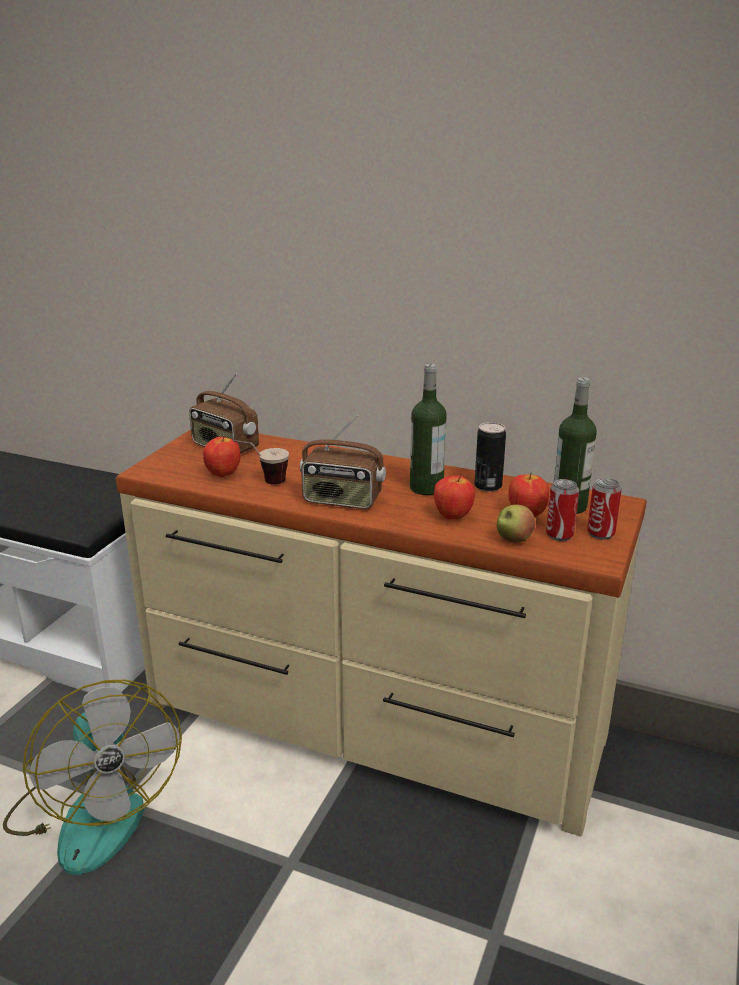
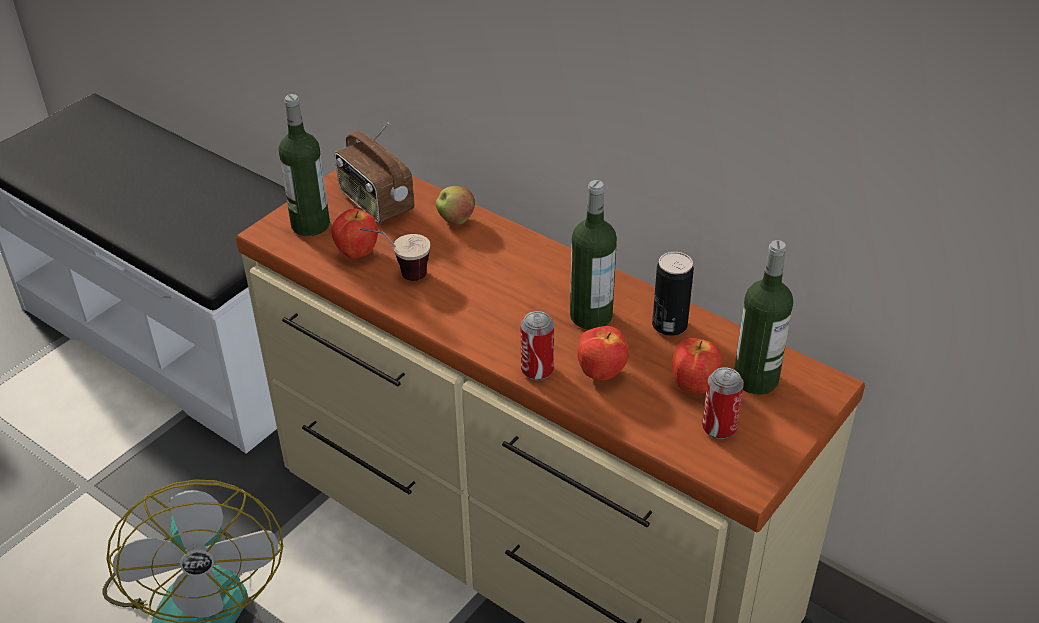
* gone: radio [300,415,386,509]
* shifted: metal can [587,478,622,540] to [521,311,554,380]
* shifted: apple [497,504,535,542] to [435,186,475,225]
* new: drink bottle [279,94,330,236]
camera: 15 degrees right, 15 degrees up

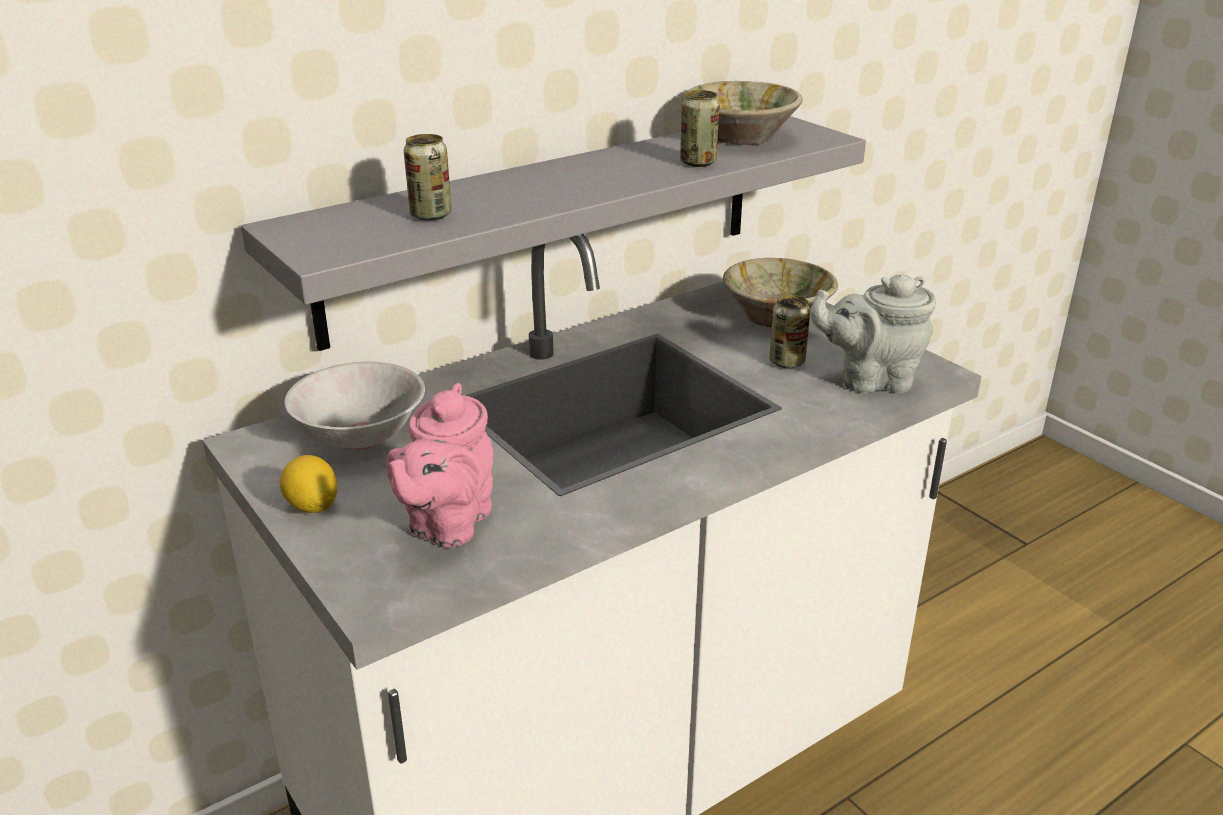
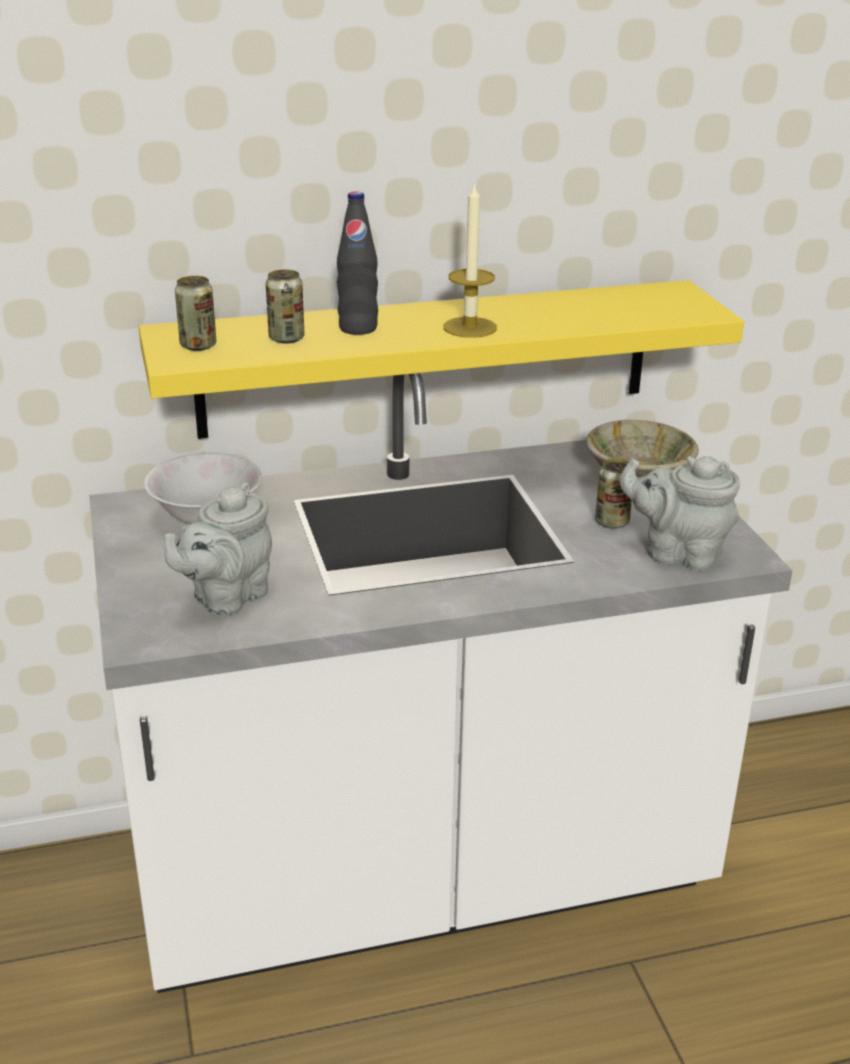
* gone: sand-coloured deep dish [684,81,803,145]
* shifted: metal can [680,90,720,167] to [175,276,216,351]
* repainted: grey bracket shelf [241,116,866,351] to yellow-coloured bracket shelf [139,280,744,439]
* repainted: pink pot for tea [386,383,494,548] to grey pot for tea [164,482,272,616]
* gone: citrus fruit [280,455,337,513]
* new: wax candle [443,181,497,338]
* new: blackish drink bottle [337,191,378,335]
camera: 20 degrees right, 0 degrees up

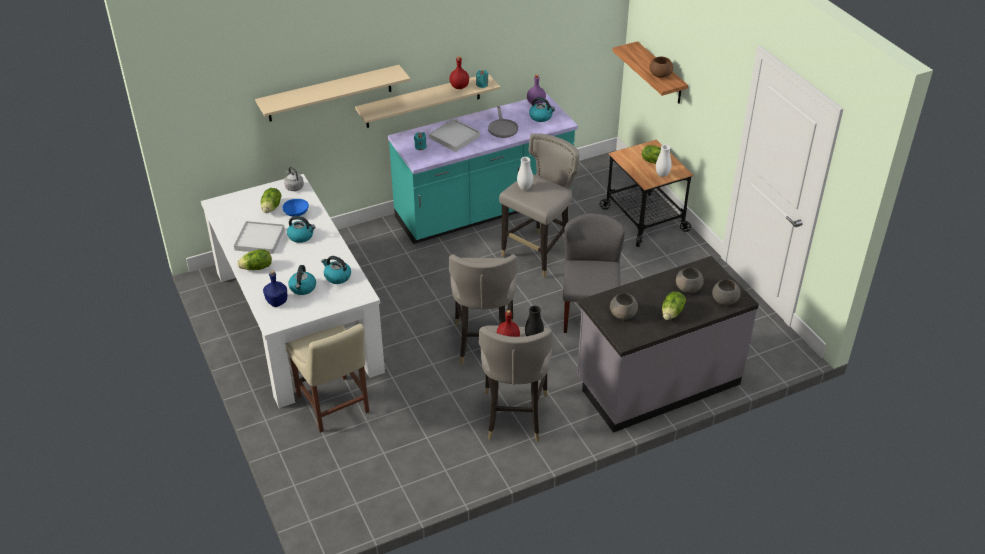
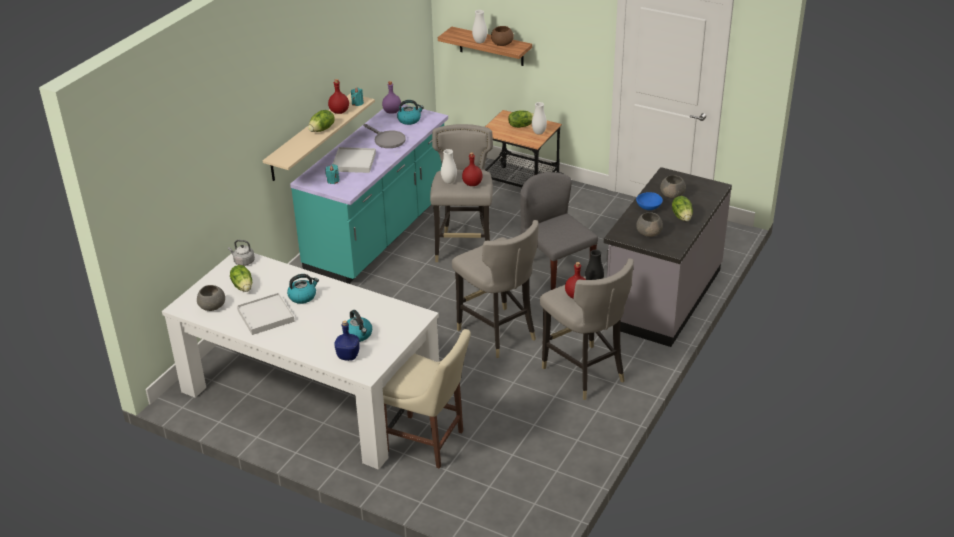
* gone: sand-coloured bracket shelf [255,65,411,122]
* shifted: blue deep dish [282,199,309,217] to [636,192,663,210]
* shifted: lettuce head [237,249,272,270] to [308,110,335,132]
* gone: tea kettle [321,256,351,284]
* shifted: grey deep dish [712,279,741,305] to [197,285,225,311]
* new: white decorative vase [472,10,487,43]
* new: reddish drink bottle [462,152,483,186]
camera: 35 degrees left, 5 degrees down

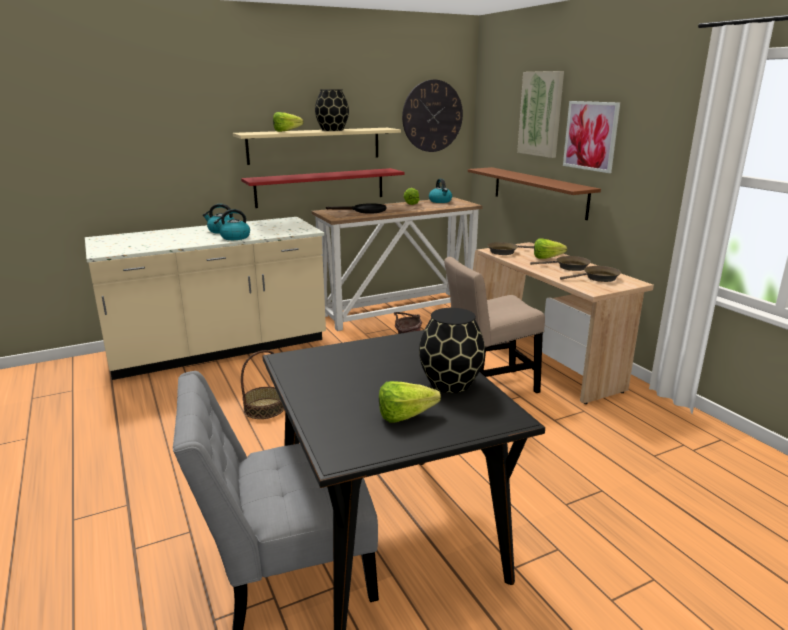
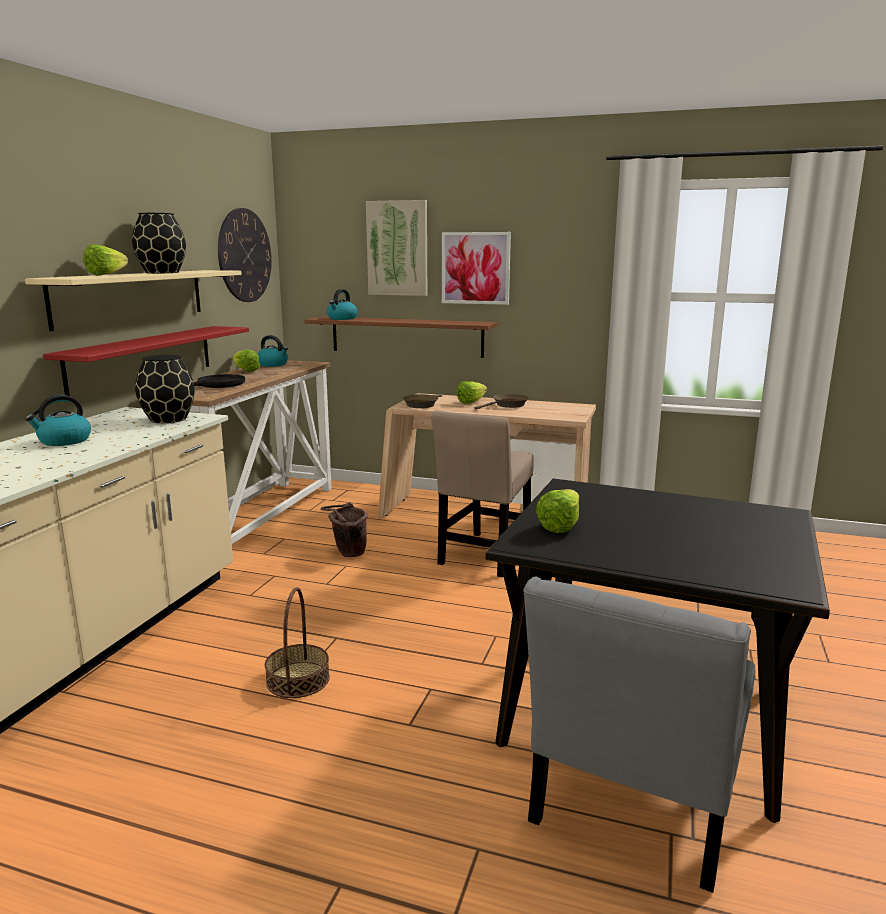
* shifted: tea kettle [214,209,250,240] to [327,289,358,320]
* gone: brown pan [560,266,621,282]
* shifted: blackish decorative vase [419,308,485,393] to [135,355,195,423]
* shifted: lettuce head [379,381,441,423] to [536,489,579,533]
camera: 45 degrees left, 5 degrees down

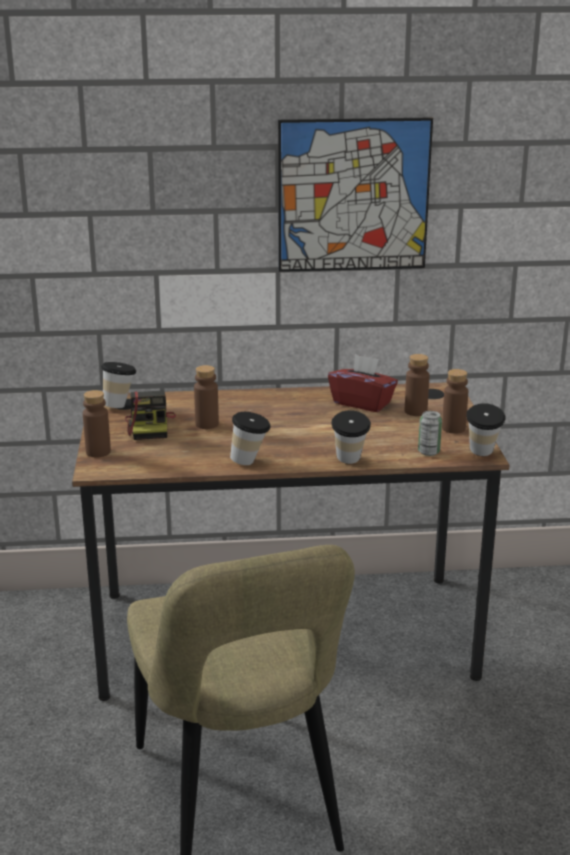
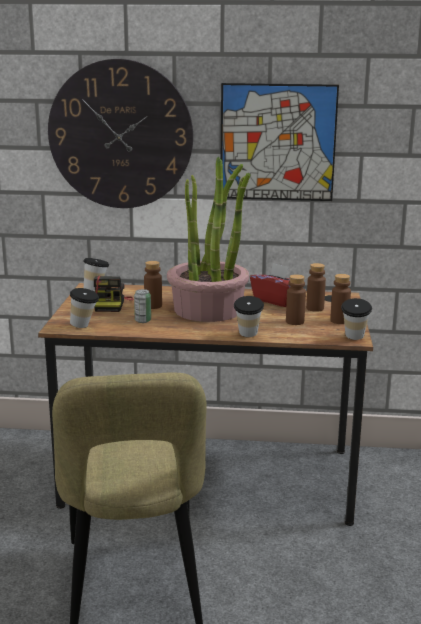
* shifted: brown drink bottle [83,390,111,457] to [286,274,306,325]
* shifted: metal can [418,411,442,456] to [134,289,151,323]
* shifted: drinking cup [230,412,271,465] to [70,288,99,328]
* new: wall clock [48,59,193,208]
* new: houseplant [167,157,250,322]
camera: 10 degrees right, 5 degrees down

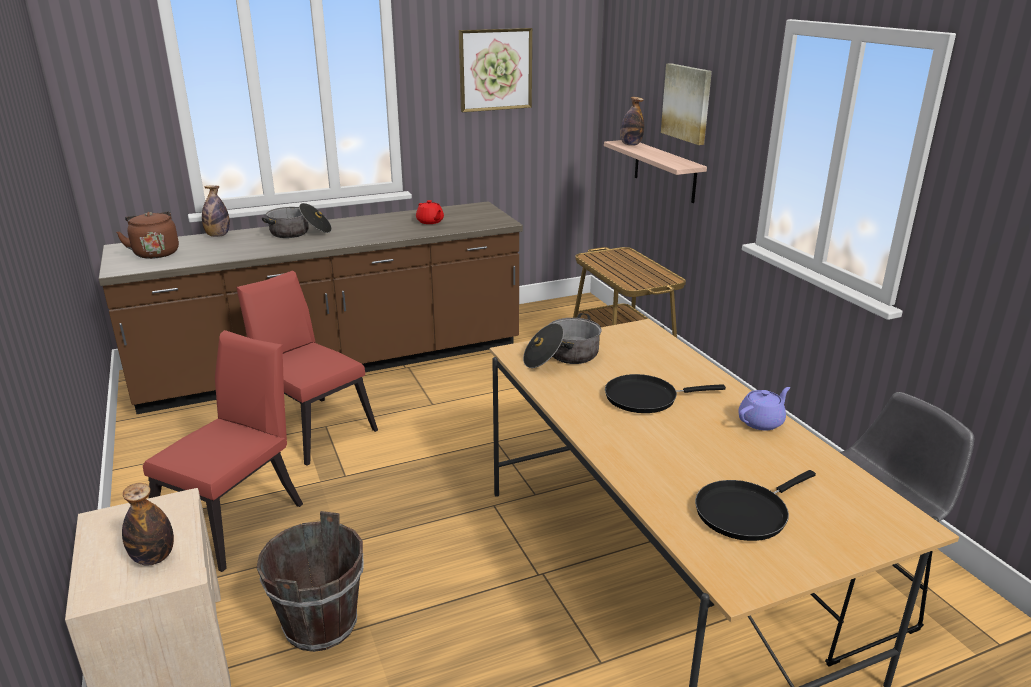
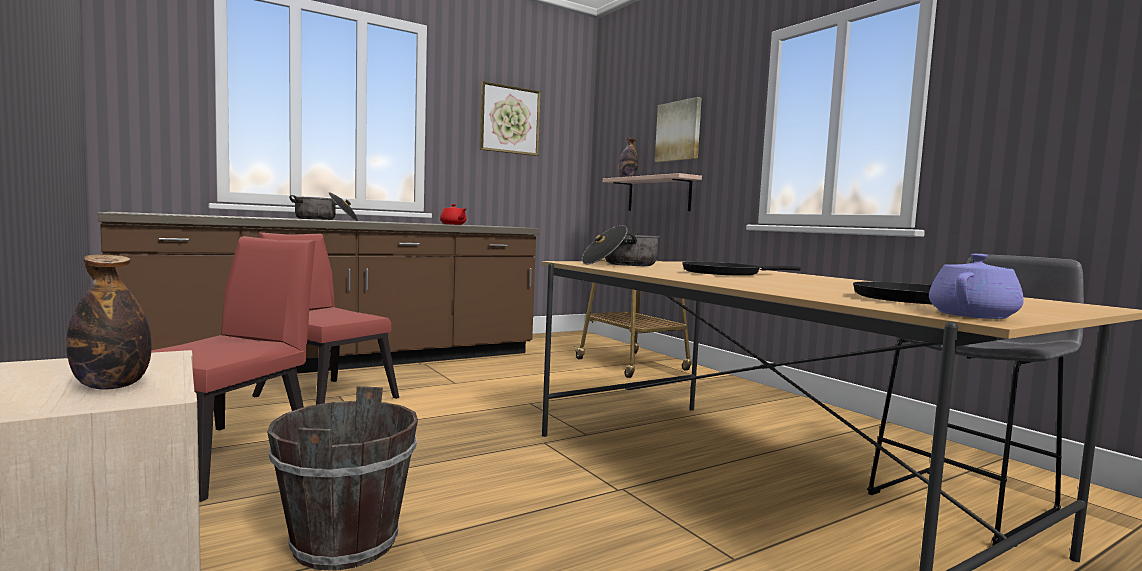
* gone: drink bottle [202,186,230,237]
* gone: brown tea kettle [116,211,179,259]
* shifted: purple pot for tea [738,387,790,430] to [929,254,1024,319]
camera: 10 degrees left, 20 degrees down

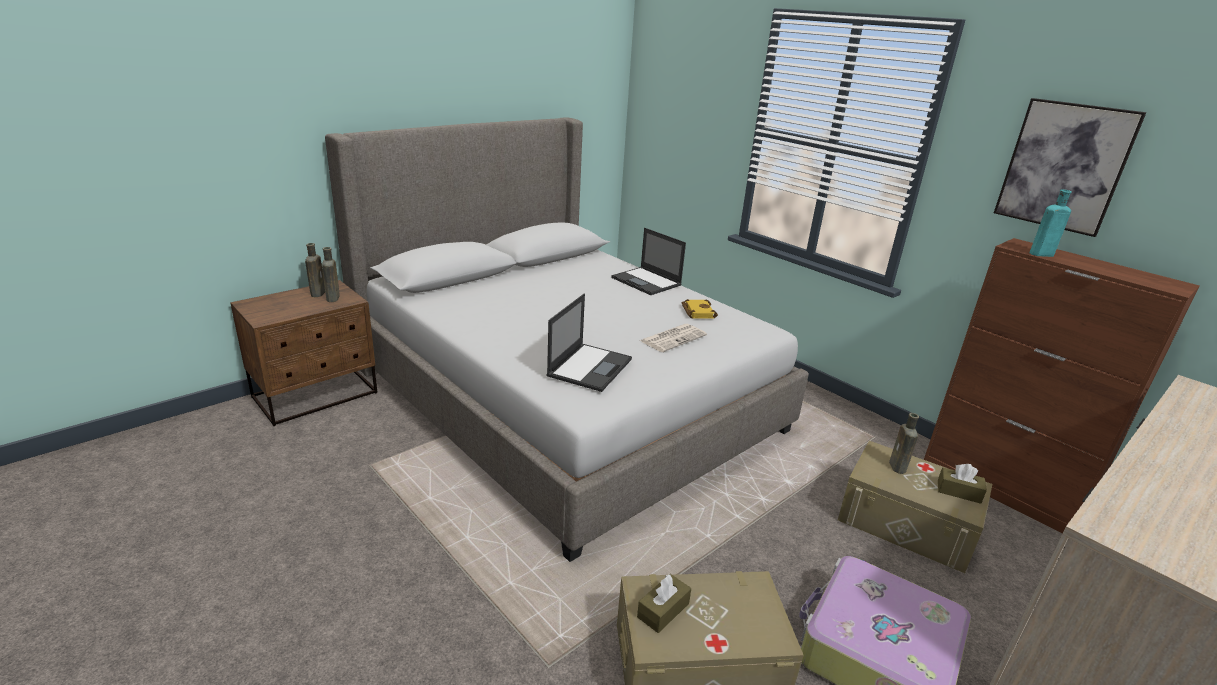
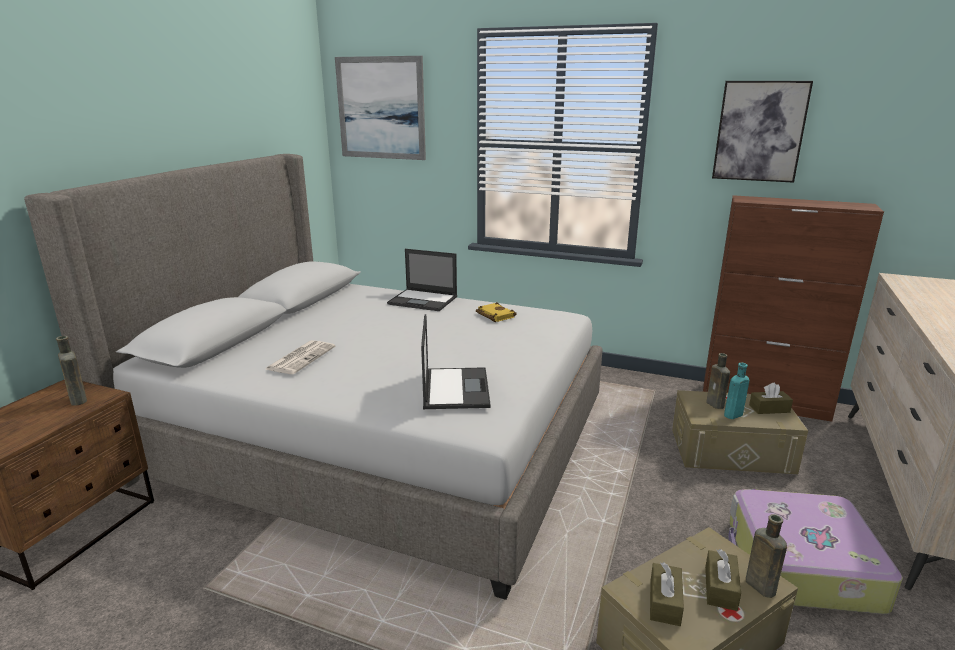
* shifted: turquoise-coloured drink bottle [1029,189,1072,257] to [724,363,749,419]
* shifted: brown drink bottle [305,243,325,297] to [746,514,787,598]
* shifted: daily paper [640,324,707,352] to [266,340,335,374]
* new: wall art [335,56,426,160]
* new: brown box of tissues [705,549,741,611]
camera: 25 degrees left, 5 degrees down

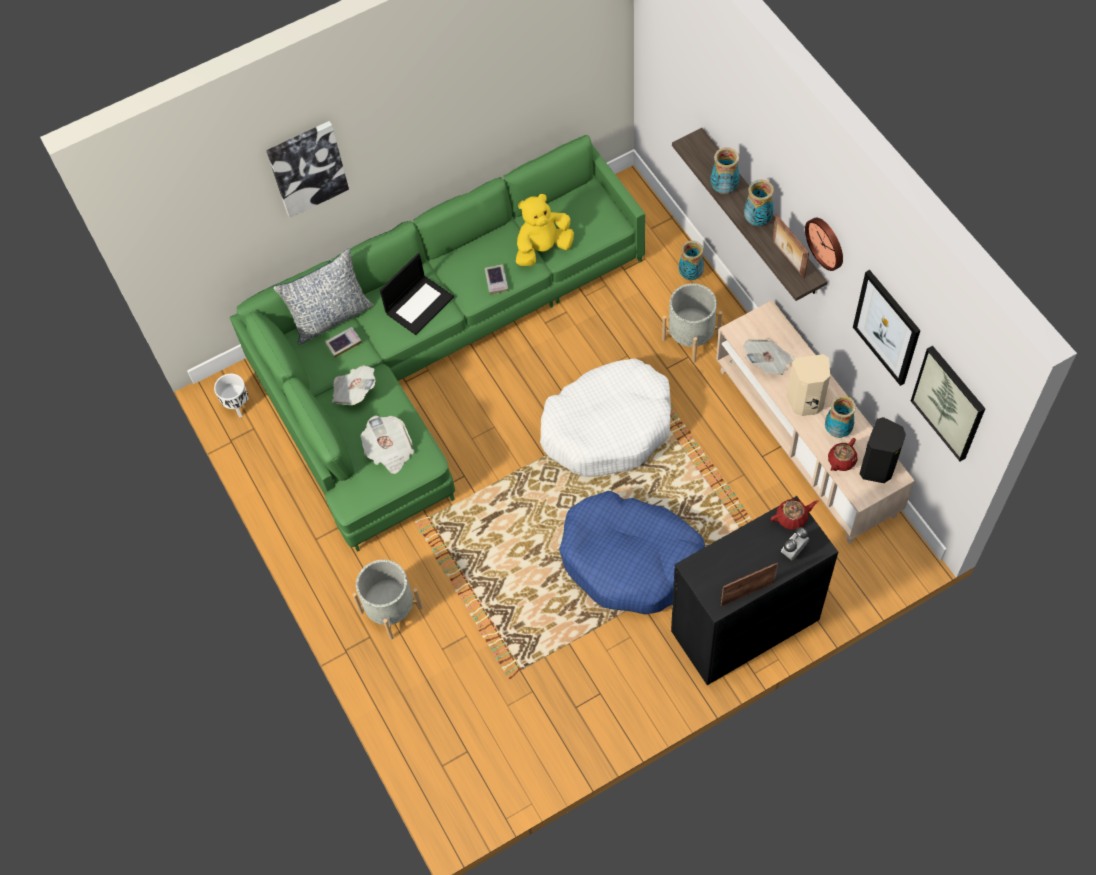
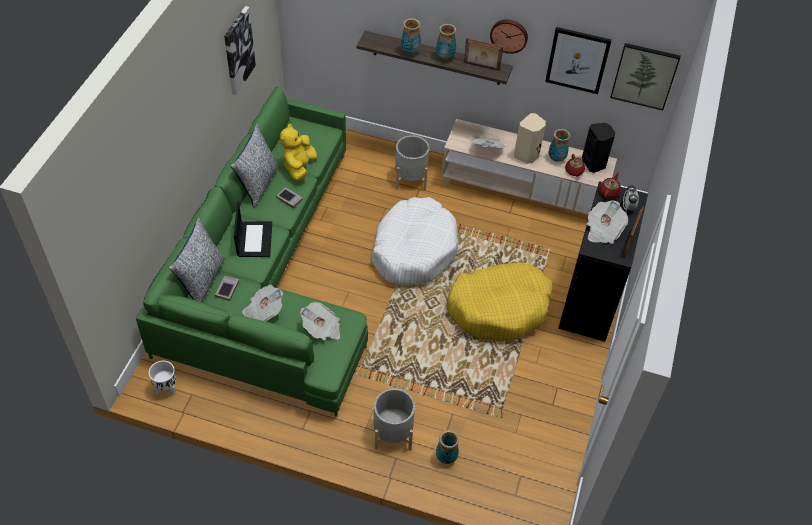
* shifted: wall art [266,121,349,218] to [224,6,256,95]
* shifted: decorative vase [679,240,704,280] to [436,430,459,464]
* repainted: blue dog cushion [559,491,705,615] to yellow-coloured dog cushion [446,262,553,341]
* new: throw pillow [230,123,279,207]
* new: daily paper [587,200,628,244]
camera: 50 degrees left, 10 degrees down

